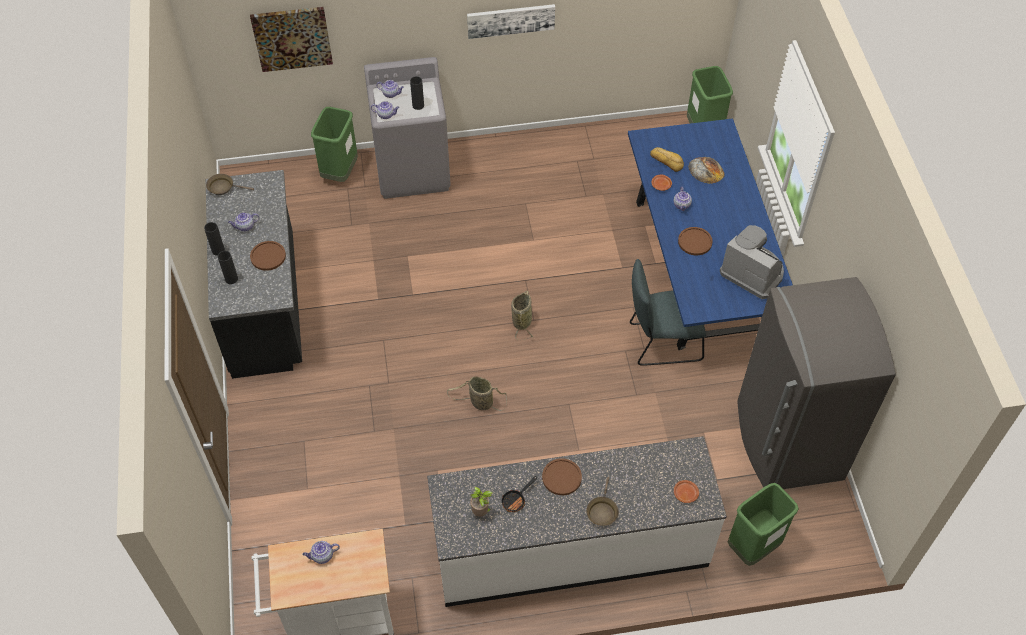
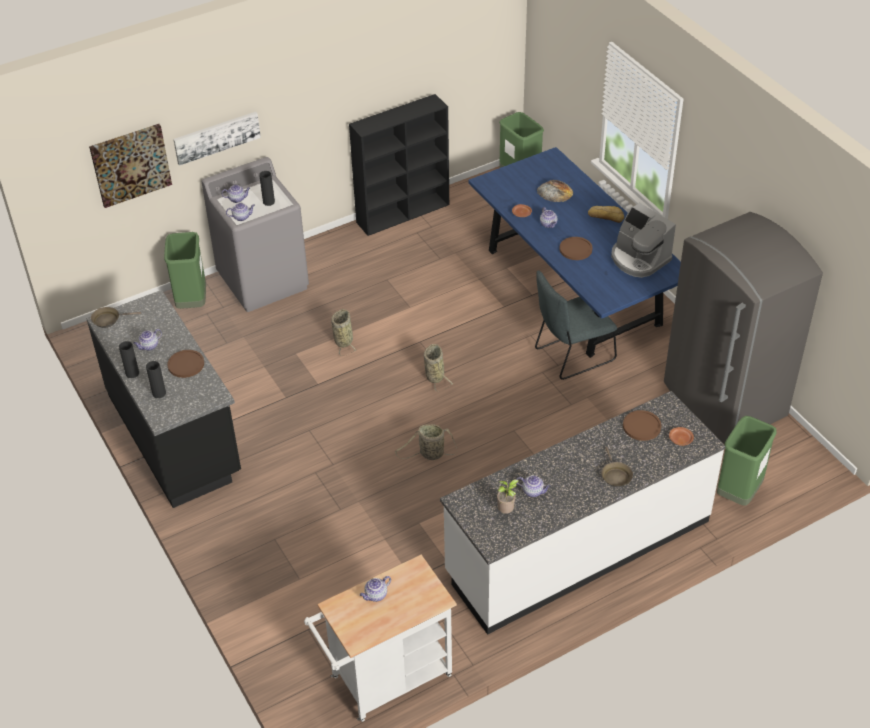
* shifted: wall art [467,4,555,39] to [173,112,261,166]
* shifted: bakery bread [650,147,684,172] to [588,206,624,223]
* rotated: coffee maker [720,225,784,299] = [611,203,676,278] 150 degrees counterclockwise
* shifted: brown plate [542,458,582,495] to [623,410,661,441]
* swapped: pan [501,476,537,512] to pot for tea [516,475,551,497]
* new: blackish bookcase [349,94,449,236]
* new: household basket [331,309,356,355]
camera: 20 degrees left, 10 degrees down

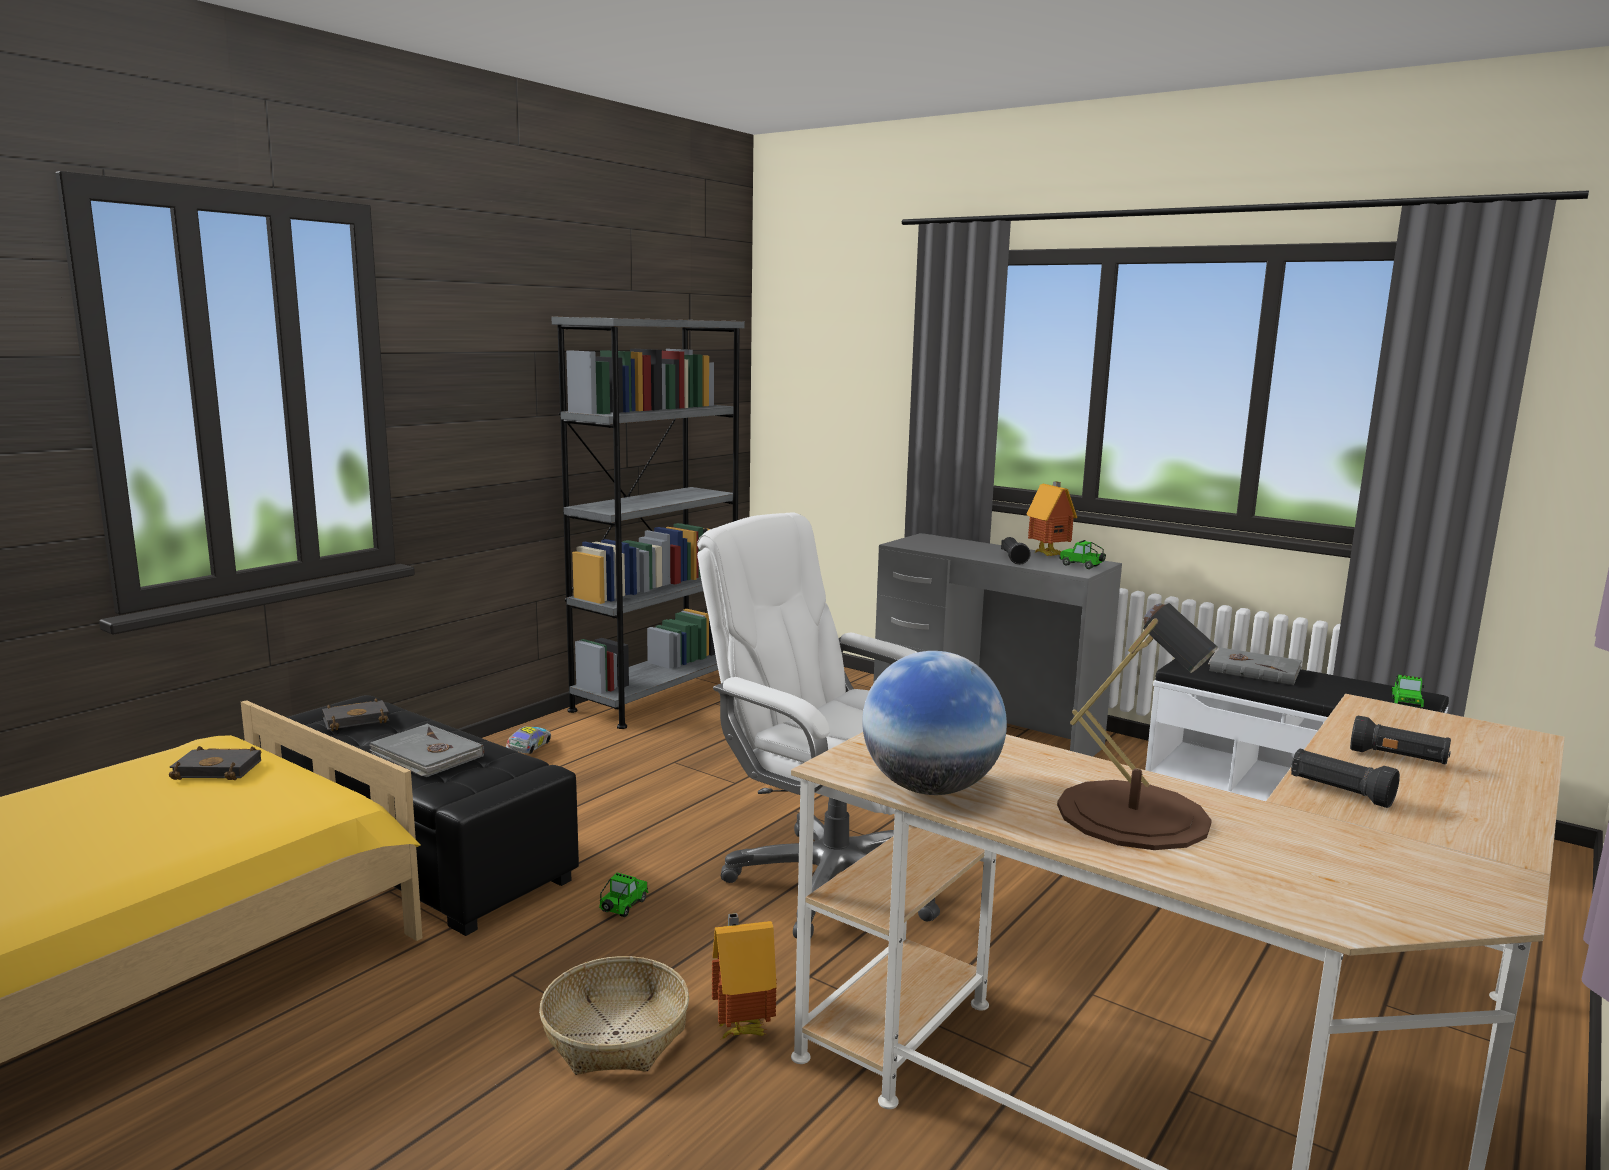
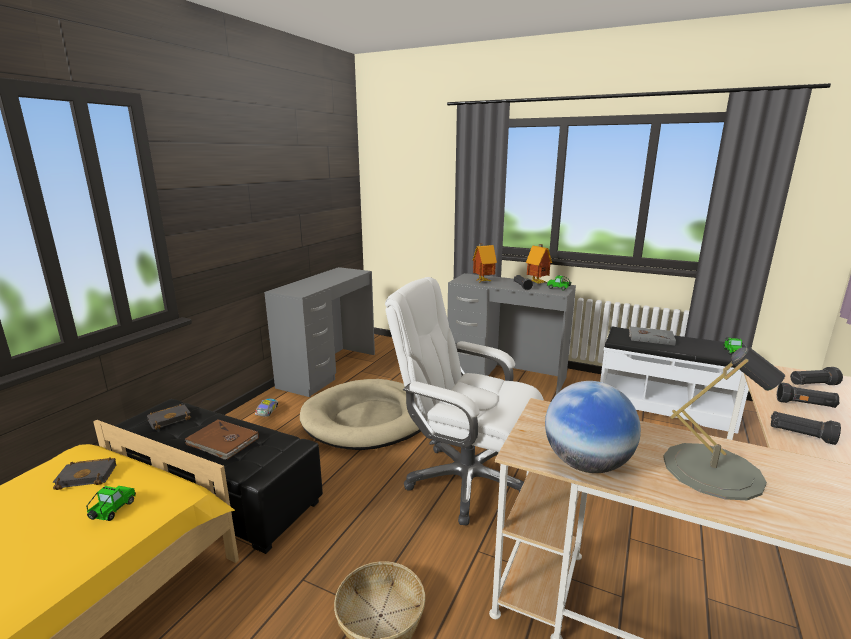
* swapped: grey bookcase [552,317,745,729] to grey desk unit [264,267,375,397]
* repainted: brown lamp for a table [1057,603,1218,850] to grey lamp for a table [663,347,785,500]
* repainted: grey bound book [369,724,484,777] to brown bound book [185,420,259,460]
* shifted: toy car [599,873,649,917] to [86,486,136,521]
* shifted: model house [712,913,777,1039] to [473,243,497,283]
* new: blackish flashlight [790,367,843,385]
* new: sand-coloured dog cushion [300,379,421,450]
camera: 10 degrees left, 5 degrees up

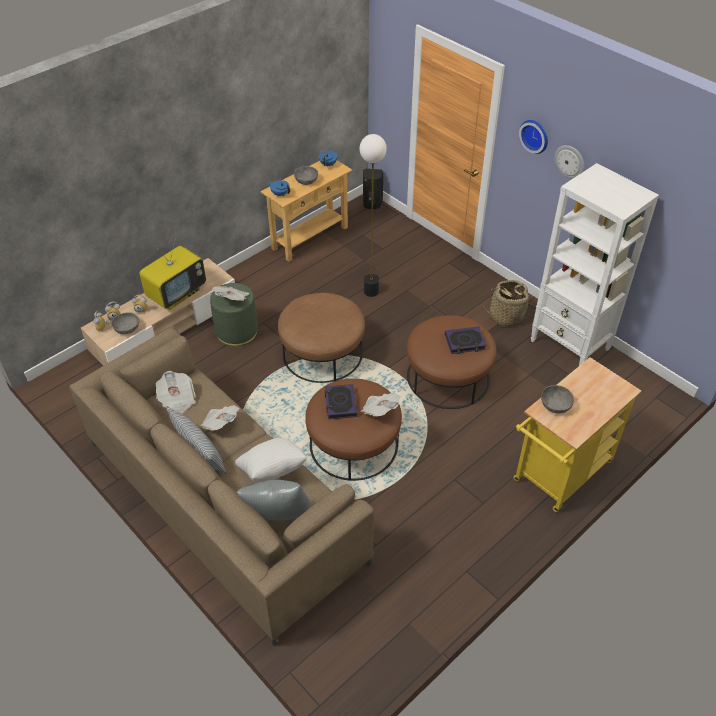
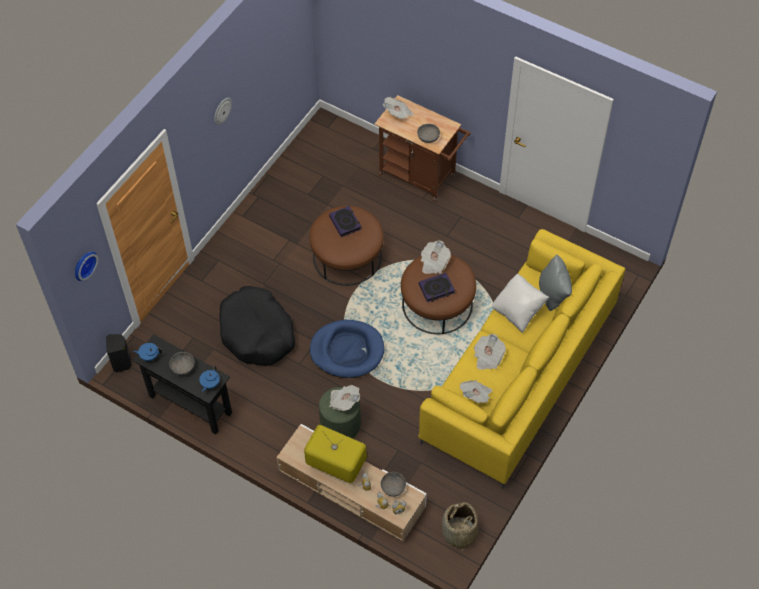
* shifted: wall clock [519,120,548,154] to [75,251,98,281]
* swapped: standing lamp [360,134,387,297] to blackish dog cushion [220,286,295,366]
* repainted: sand-coloured hall table [260,160,352,262] to blackish hall table [132,334,232,434]
* gone: white bookcase [531,163,659,366]
* shifted: household basket [483,280,531,327] to [442,502,478,553]
* swapped: brown footrest [278,293,365,383] to blue dog cushion [310,320,384,378]
* repainted: brown settee [69,328,374,647] to yellow-coloured settee [418,229,625,489]
* repainted: yellow-coloured wheeled cart [513,357,641,512] to brown wheeled cart [374,95,471,202]
* gone: throw pillow [166,407,227,474]
* new: daily paper [383,97,414,119]
camera: 105 degrees left, 10 degrees up

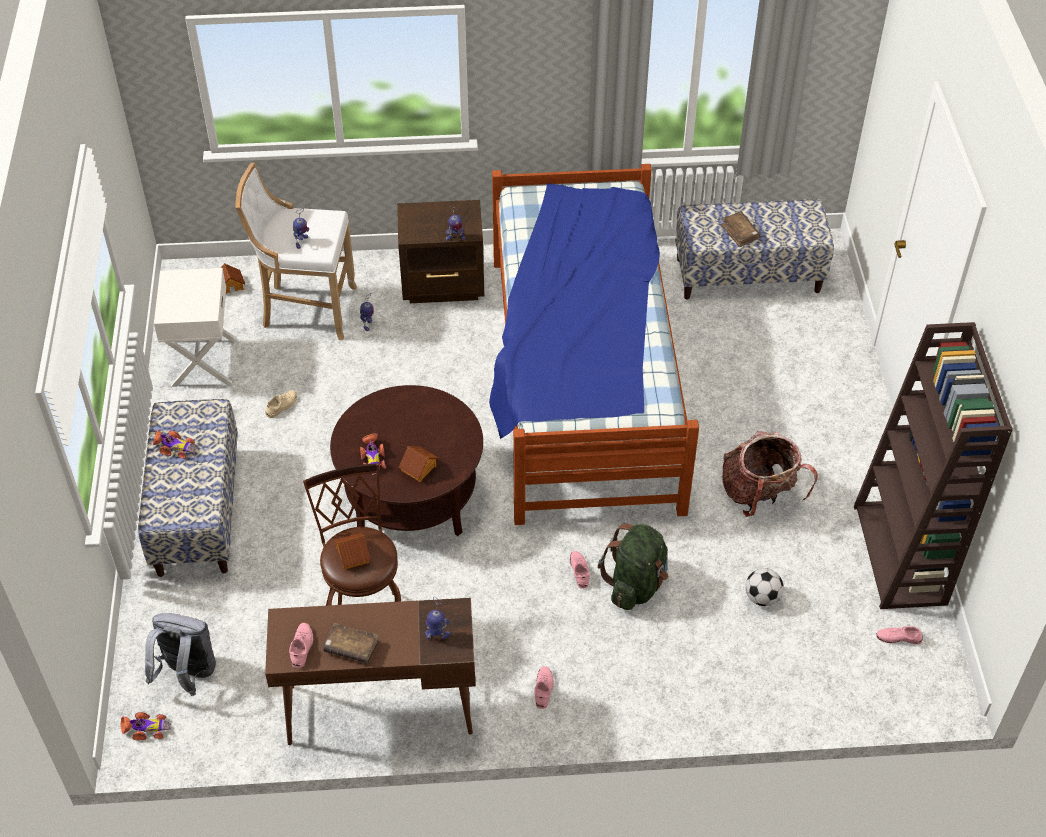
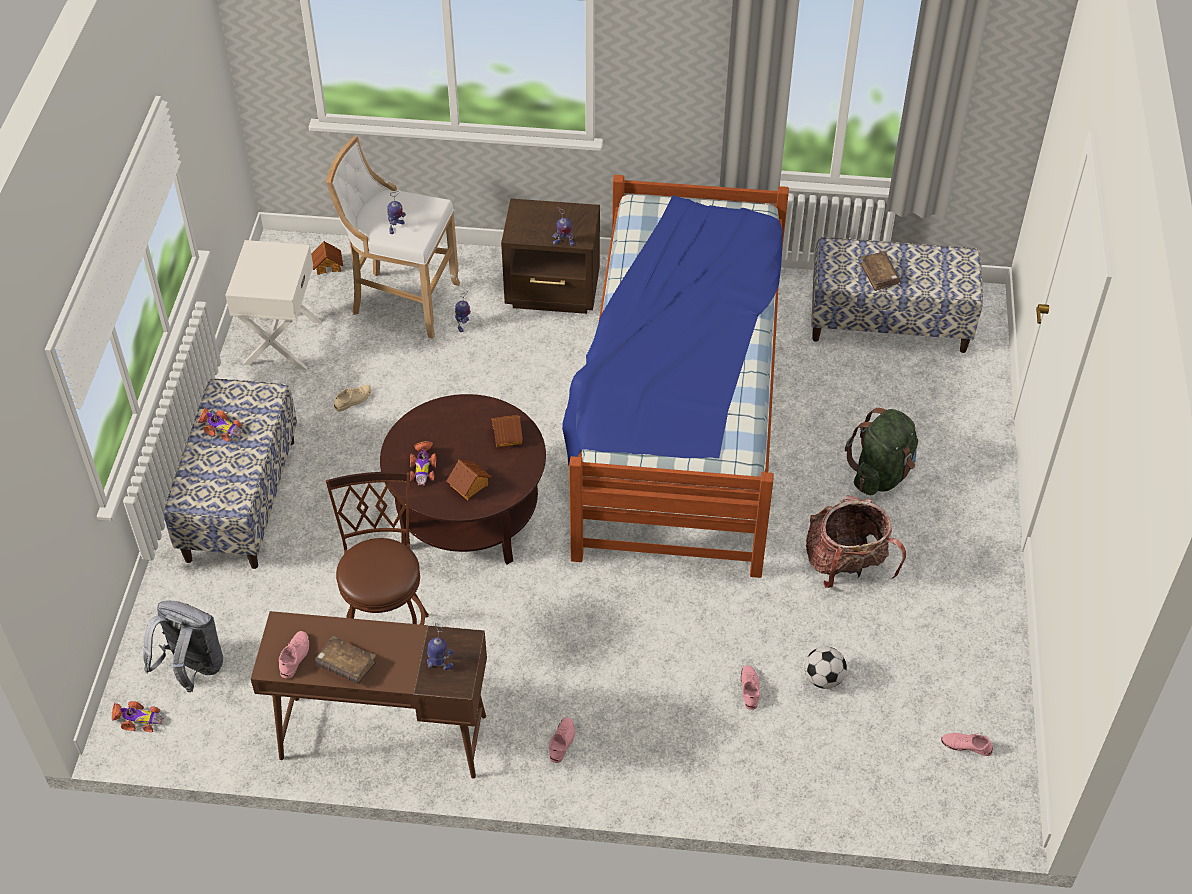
* gone: brown bookcase [854,322,1013,609]
* shifted: greenish rucksack [598,524,669,610] to [845,408,918,495]
* shifted: model house [334,533,370,570] to [491,415,523,447]
* shifted: pink shoe [570,551,590,589] to [741,665,760,710]
camera: 10 degrees right, 0 degrees up

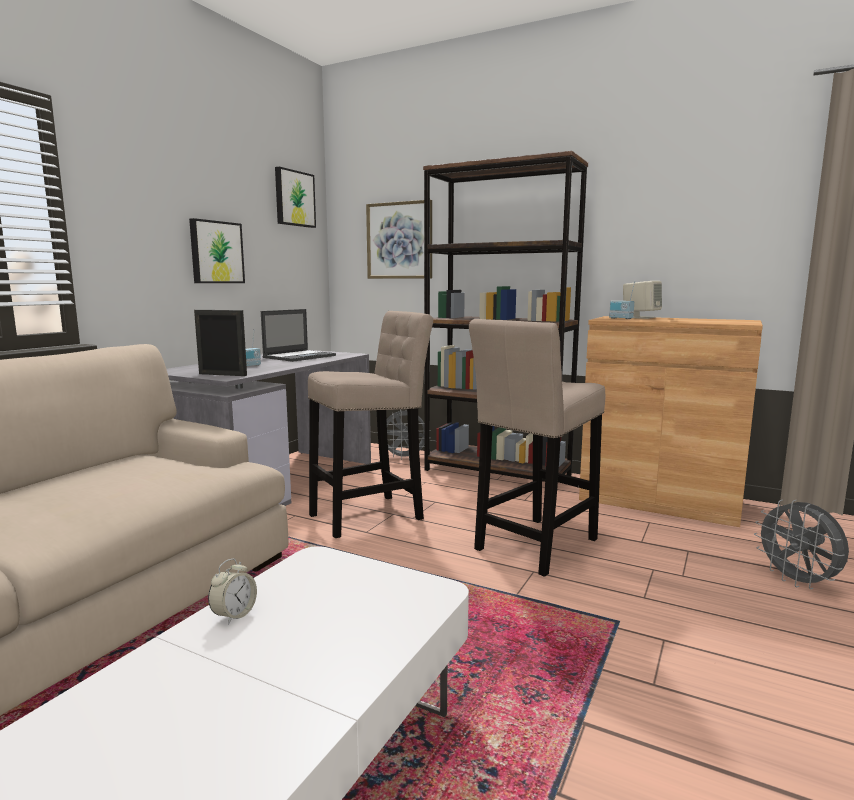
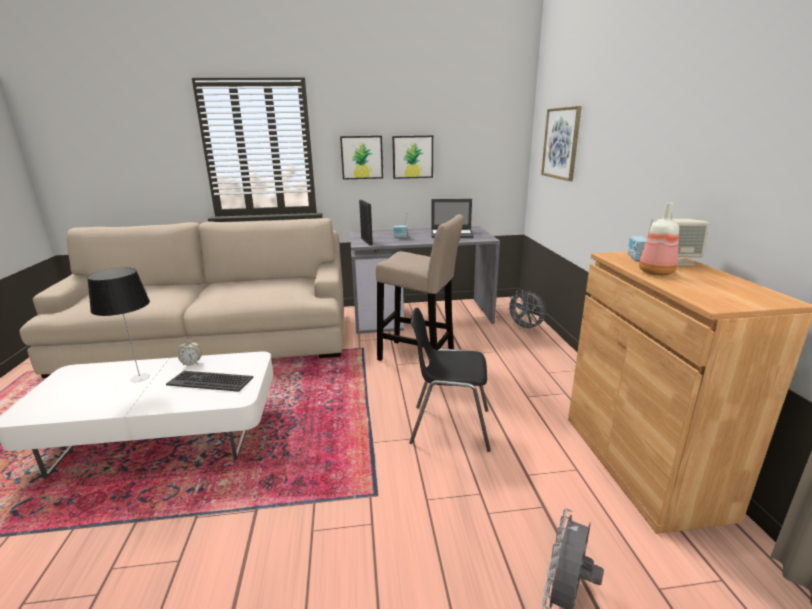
* gone: brown bookcase [423,151,588,482]
* shifted: wall art [275,167,316,228] to [340,136,383,180]
* swapped: sand-coloured stool seat [469,319,605,577] to blackish upright chair [409,307,491,452]
* new: drink bottle [639,202,679,275]
* new: lamp for a table [87,267,150,382]
* new: PC keyboard [166,371,253,392]
camera: 55 degrees right, 10 degrees up

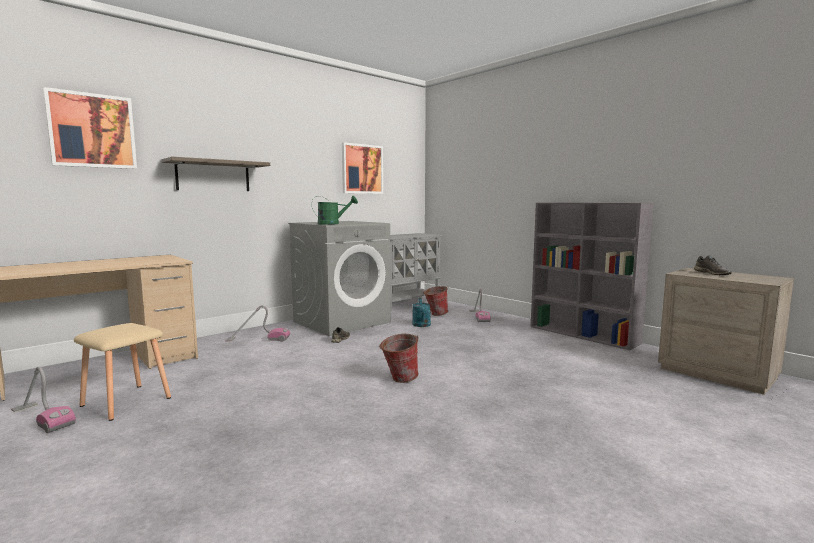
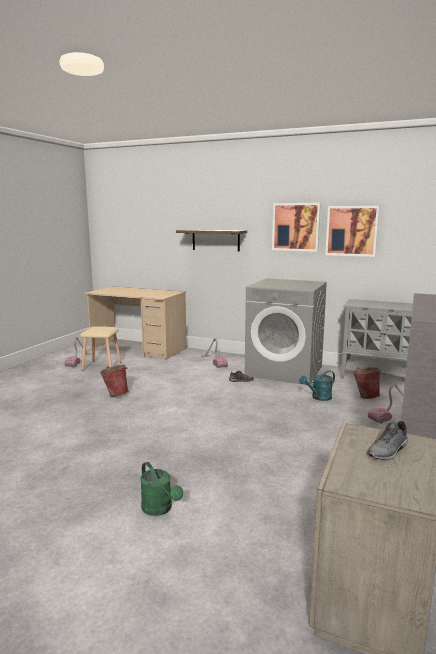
* shifted: wall art [43,87,137,169] to [272,203,321,252]
* shifted: greenish watering can [312,196,358,225] to [140,462,183,516]
* shifted: bucket [379,334,419,383] to [100,365,128,397]
camera: 65 degrees right, 5 degrees up

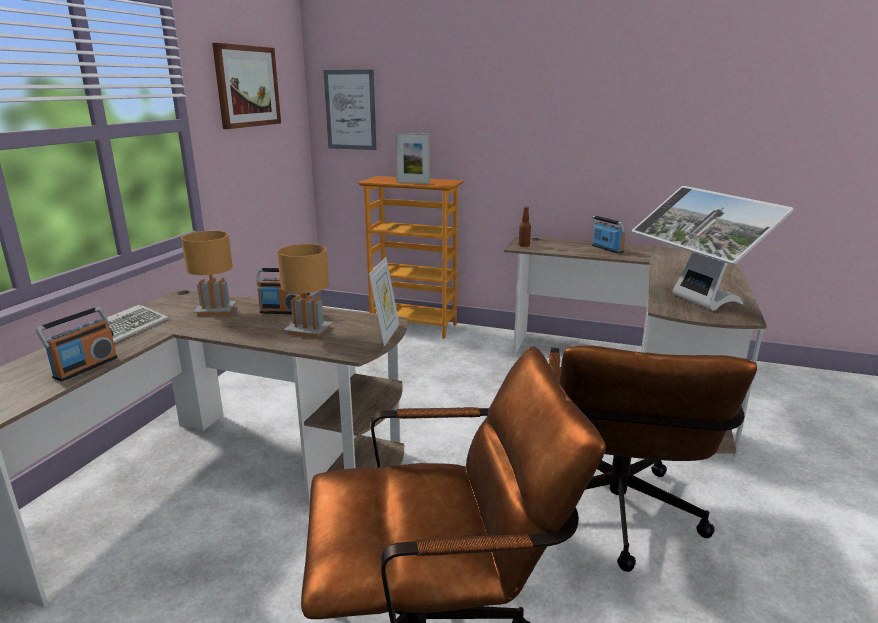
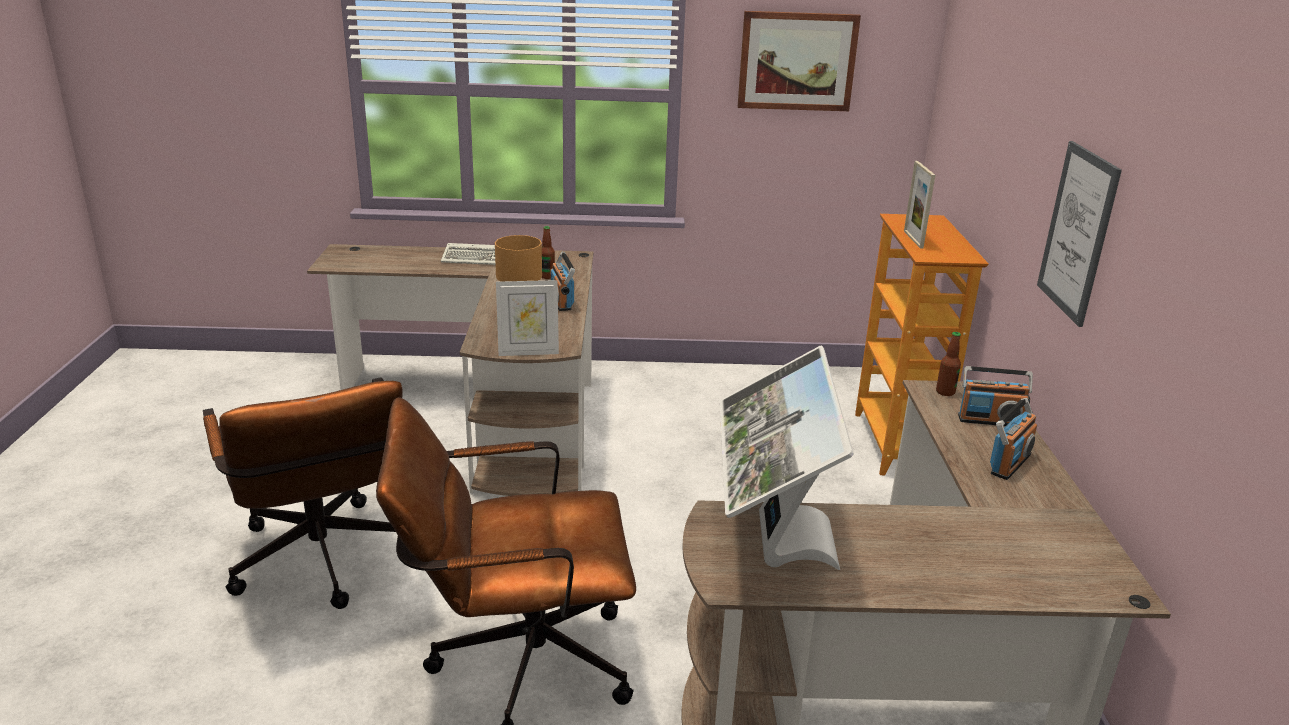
* shifted: wall art [323,70,376,150] to [1037,141,1122,327]
* rotated: computer screen [632,186,794,311] = [720,345,854,570] 45 degrees counterclockwise
* swapped: brown lamp for a table [181,231,237,316] to drink bottle [542,226,555,279]
* shifted: radio [35,306,118,381] to [958,366,1033,426]
camera: 70 degrees right, 5 degrees up

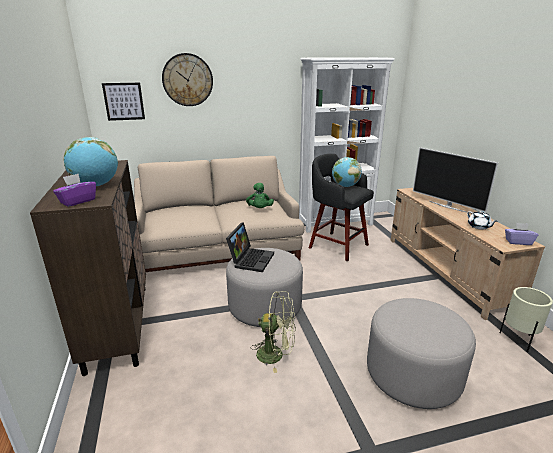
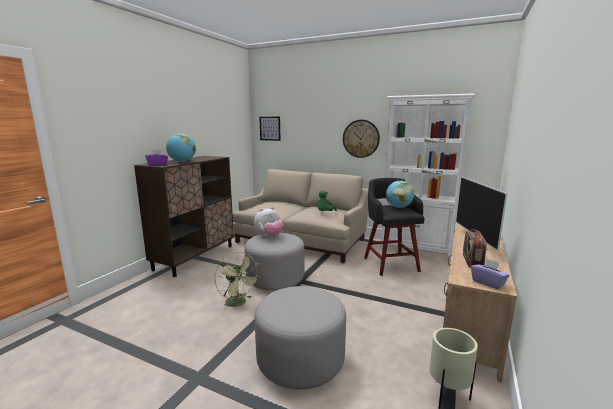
* shifted: wall clock [162,53,213,106] to [343,120,380,158]
* swapped: white pot for tea [467,211,498,230] to radio [463,229,486,268]
* swapped: laptop [226,222,274,272] to soft toy [254,207,283,237]
camera: 40 degrees right, 10 degrees down

